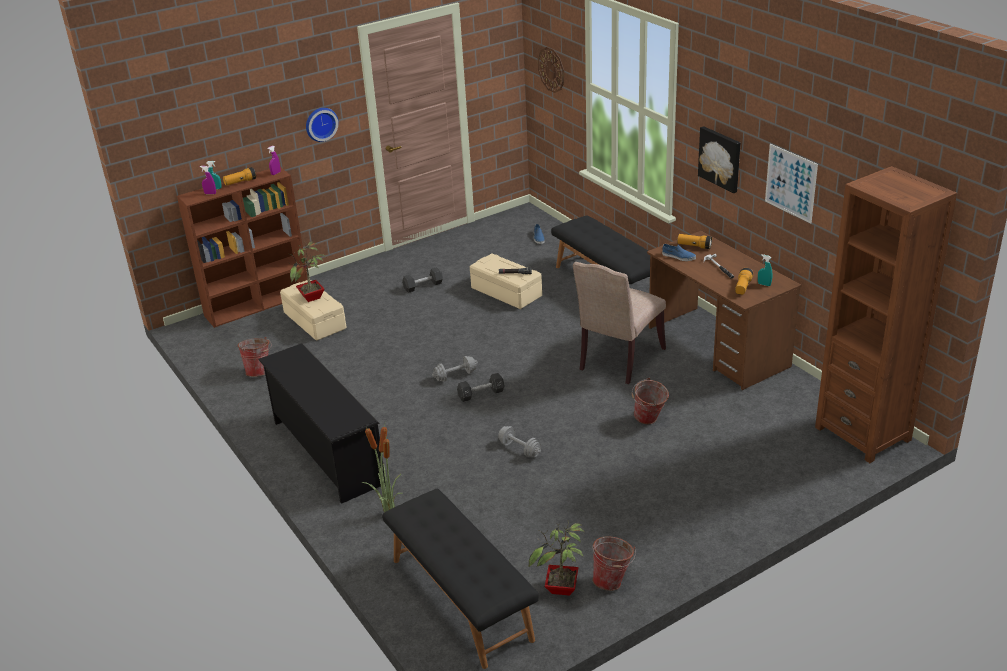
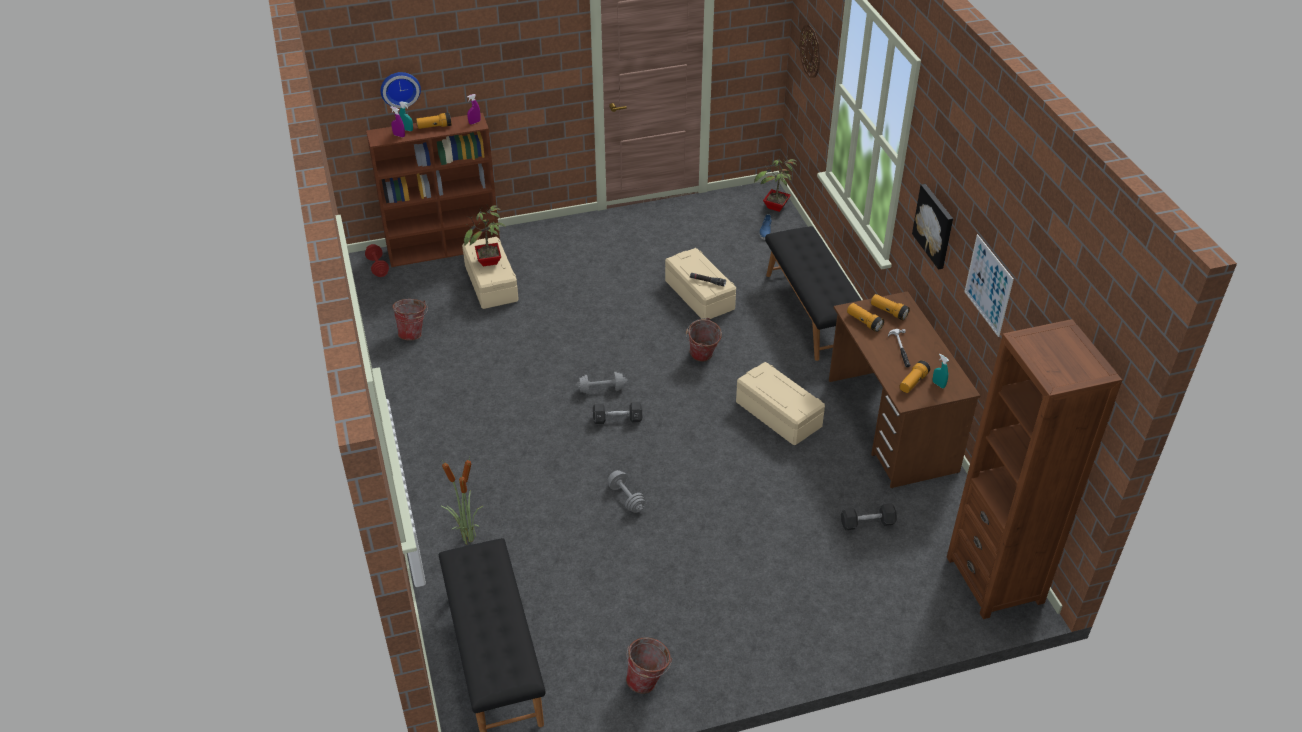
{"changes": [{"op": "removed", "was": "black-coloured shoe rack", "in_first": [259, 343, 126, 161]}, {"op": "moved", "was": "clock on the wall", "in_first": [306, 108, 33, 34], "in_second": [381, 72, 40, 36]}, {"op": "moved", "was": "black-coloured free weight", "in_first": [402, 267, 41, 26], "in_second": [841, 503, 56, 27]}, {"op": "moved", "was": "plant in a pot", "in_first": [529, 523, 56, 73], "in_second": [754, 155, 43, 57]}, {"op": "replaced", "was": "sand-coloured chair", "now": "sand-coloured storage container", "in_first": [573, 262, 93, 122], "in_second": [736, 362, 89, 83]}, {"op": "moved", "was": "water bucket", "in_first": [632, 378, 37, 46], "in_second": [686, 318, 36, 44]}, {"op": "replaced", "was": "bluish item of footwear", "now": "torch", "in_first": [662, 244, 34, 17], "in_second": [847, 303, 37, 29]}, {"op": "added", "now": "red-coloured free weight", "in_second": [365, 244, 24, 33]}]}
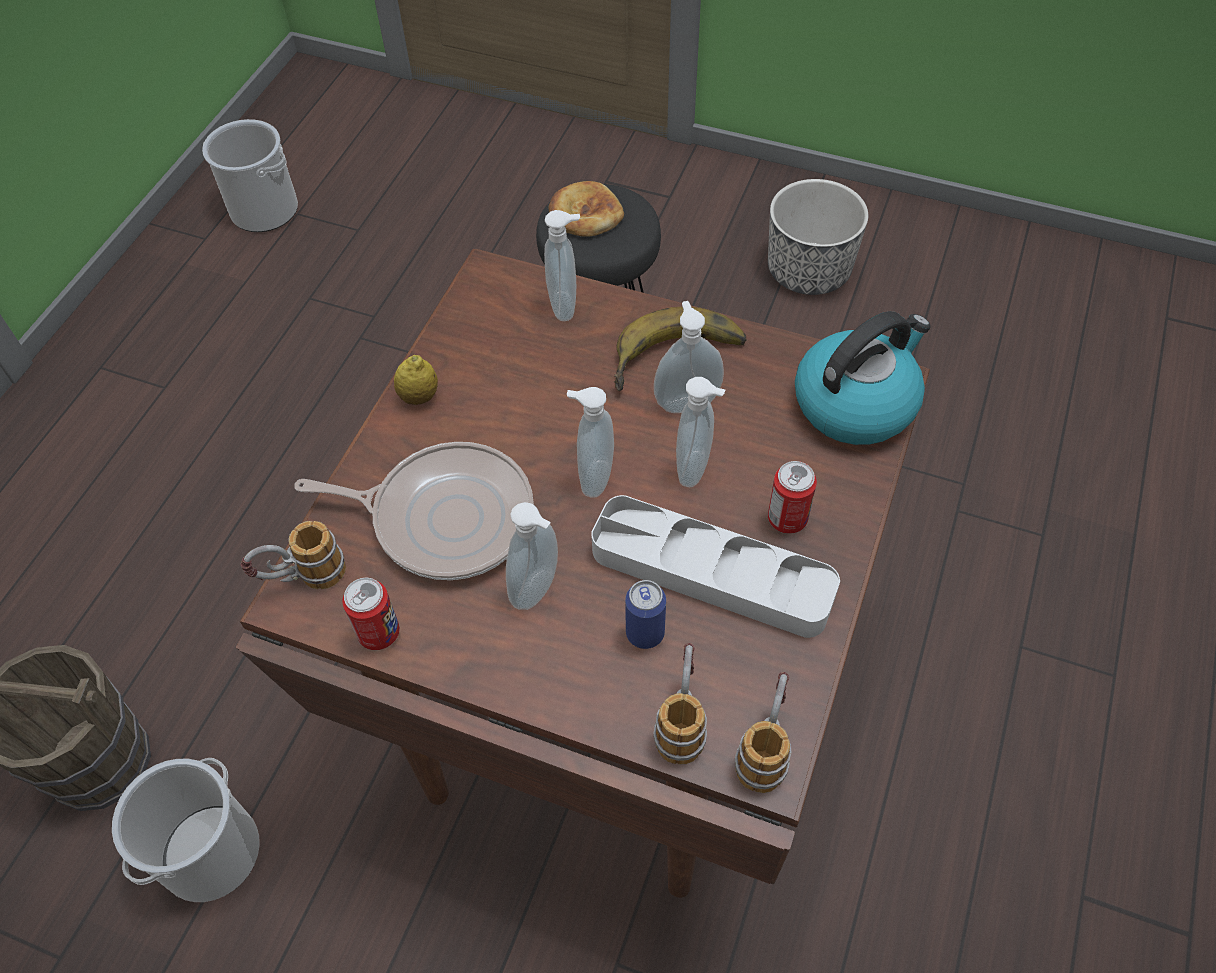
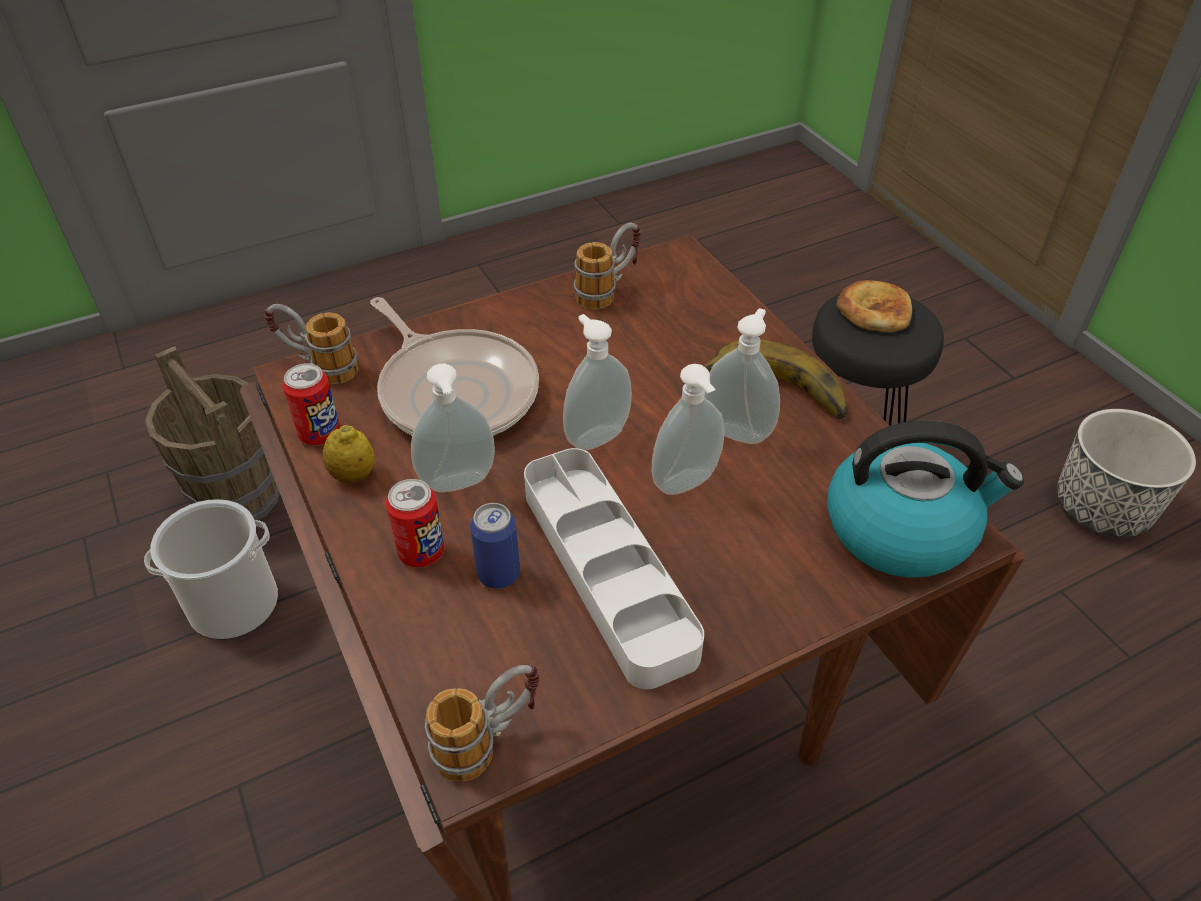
{"changes": [{"op": "removed", "was": "water bucket", "in_first": [202, 119, 96, 113]}, {"op": "moved", "was": "whole lemon", "in_first": [394, 355, 44, 50], "in_second": [323, 425, 51, 58]}, {"op": "removed", "was": "liquid soap bottle", "in_first": [544, 210, 36, 111]}, {"op": "moved", "was": "coffee mug", "in_first": [653, 643, 54, 121], "in_second": [574, 223, 67, 86]}, {"op": "moved", "was": "sealed can", "in_first": [768, 461, 49, 73], "in_second": [386, 479, 59, 88]}]}
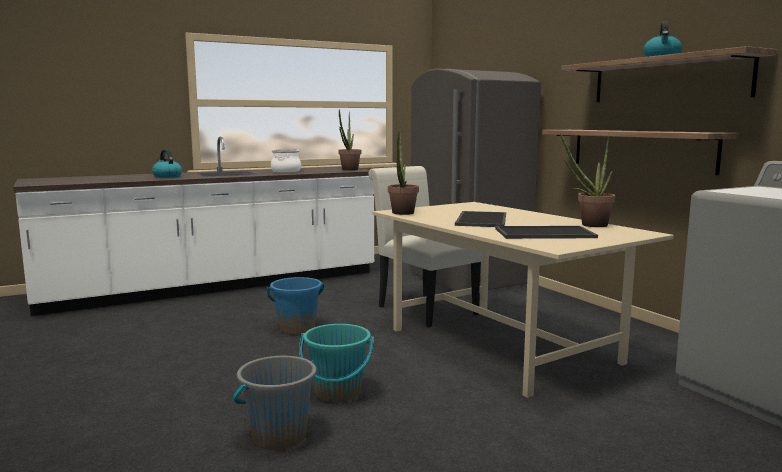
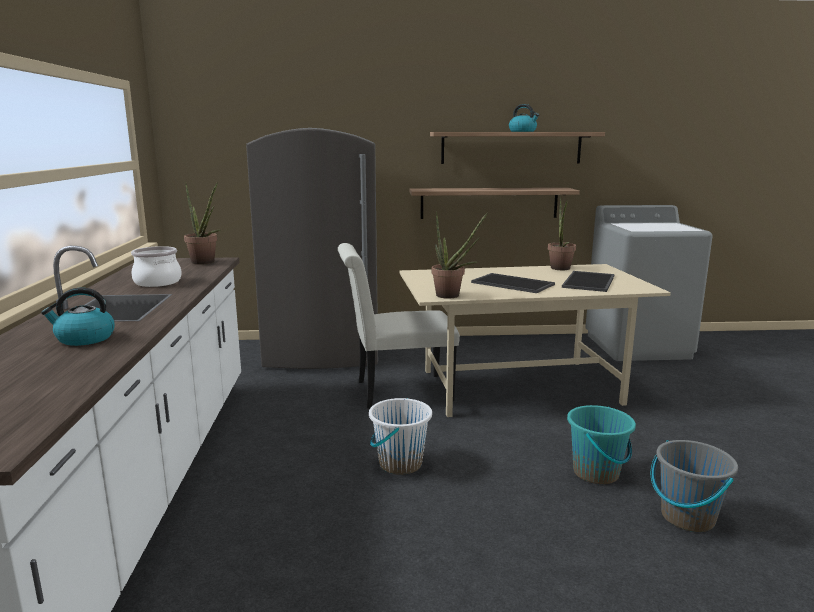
{"changes": [{"op": "recoloured", "was": "bluish water bucket", "now": "whitish water bucket", "in_first": [267, 277, 58, 58], "in_second": [369, 398, 63, 77]}]}
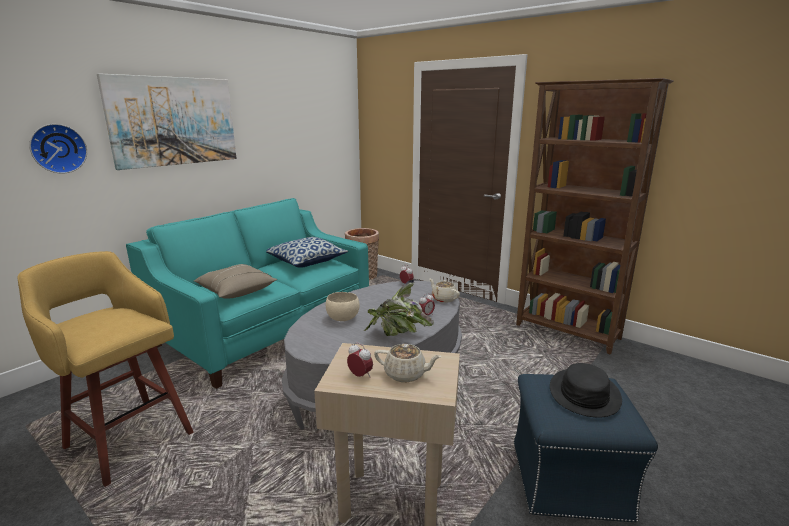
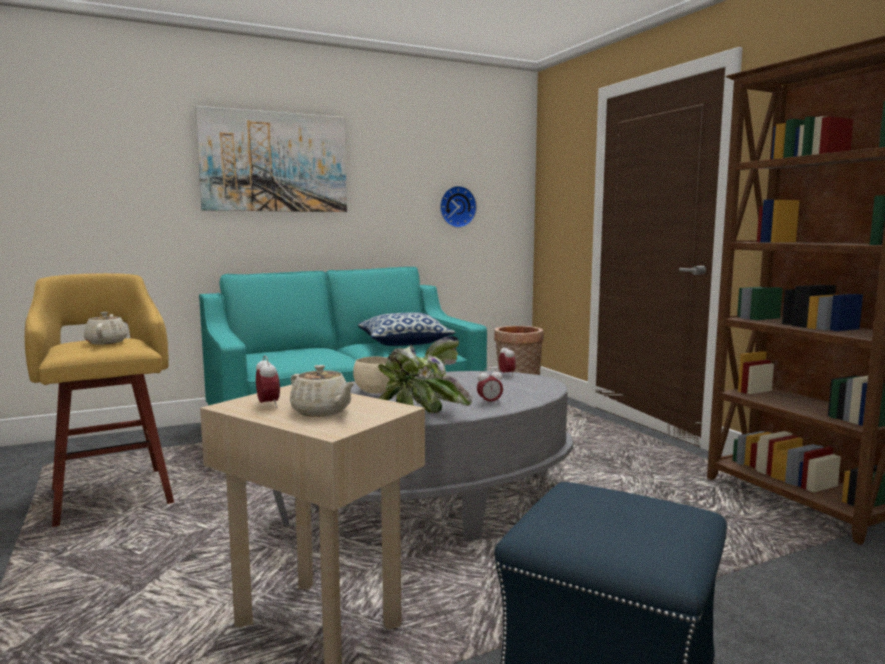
{"changes": [{"op": "moved", "was": "clock on the wall", "in_first": [29, 124, 58, 50], "in_second": [440, 186, 37, 42]}, {"op": "removed", "was": "sand-coloured throw pillow", "in_first": [194, 264, 83, 35]}, {"op": "moved", "was": "sand-coloured pot for tea", "in_first": [429, 279, 31, 24], "in_second": [84, 312, 44, 32]}, {"op": "removed", "was": "black-coloured wearable hat", "in_first": [550, 363, 72, 55]}]}
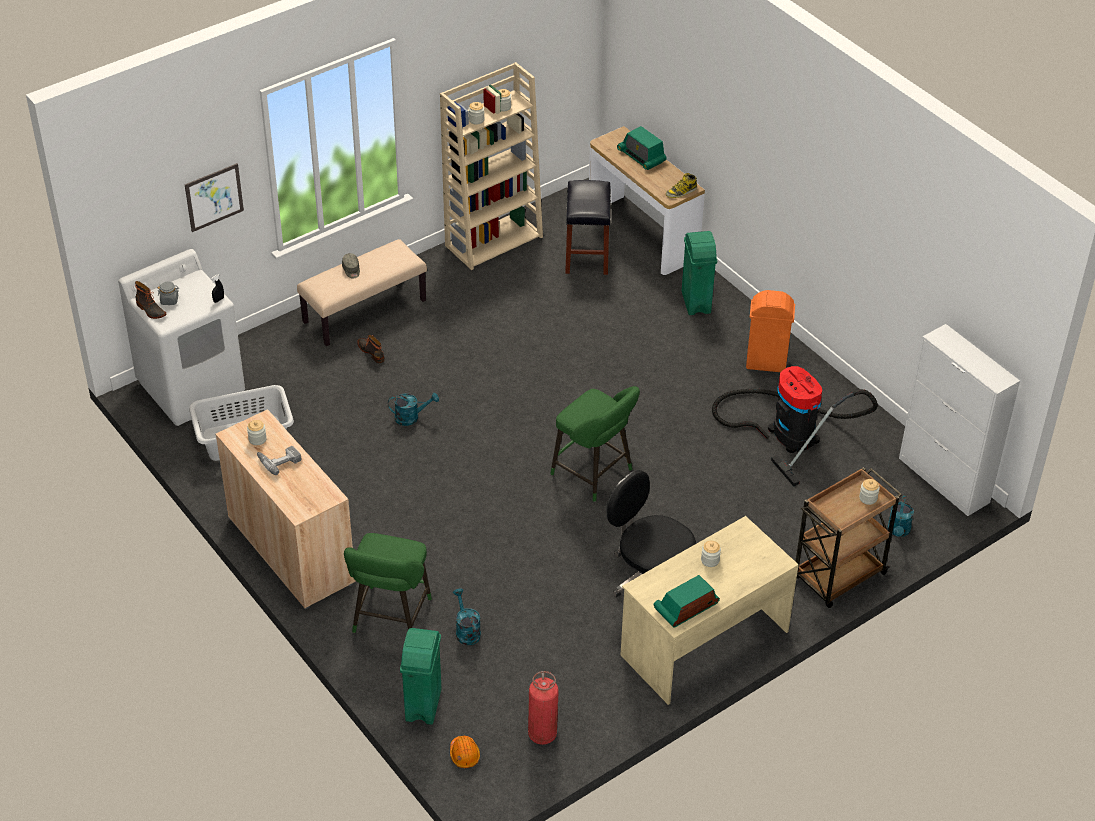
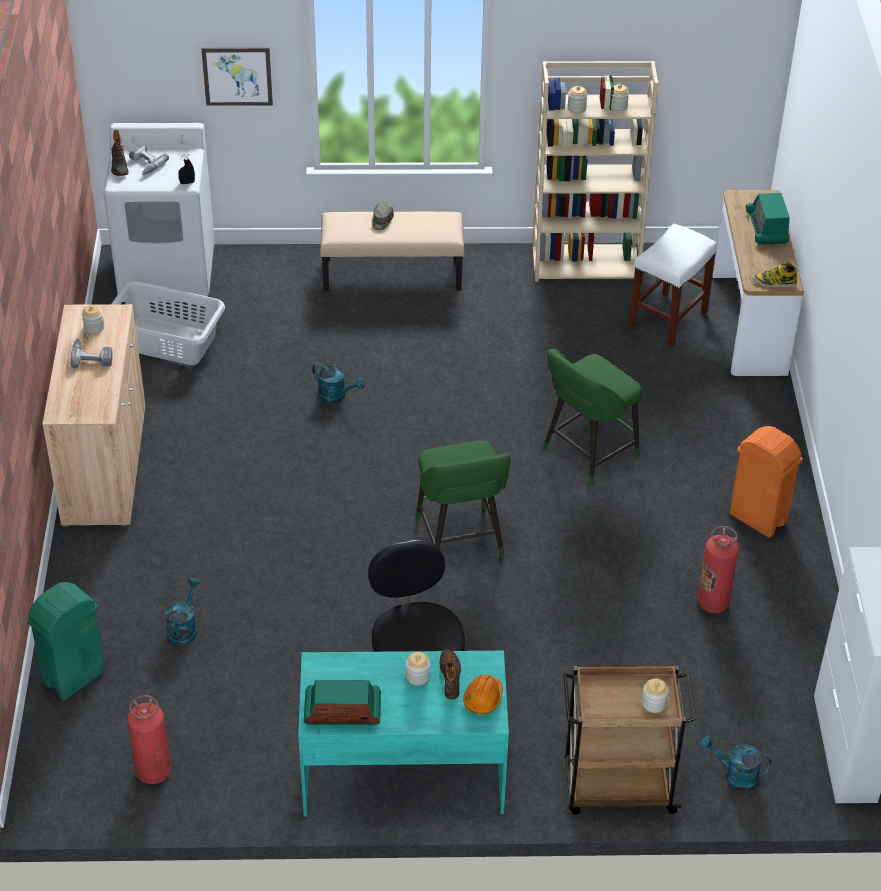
{"changes": [{"op": "replaced", "was": "greyish preserve jar", "now": "drill", "in_first": [157, 282, 22, 23], "in_second": [129, 143, 40, 32]}, {"op": "moved", "was": "green-coloured sitting stool", "in_first": [344, 533, 88, 100], "in_second": [543, 348, 99, 139]}, {"op": "moved", "was": "high-top boot", "in_first": [357, 335, 27, 28], "in_second": [440, 650, 21, 49]}, {"op": "moved", "was": "orange hard hat", "in_first": [450, 736, 30, 32], "in_second": [463, 674, 40, 41]}, {"op": "recoloured", "was": "black-coloured sitting stool", "now": "whitish sitting stool", "in_first": [565, 180, 46, 95], "in_second": [628, 224, 90, 124]}, {"op": "recoloured", "was": "sand-coloured desk table", "now": "turquoise desk table", "in_first": [621, 516, 178, 189], "in_second": [298, 651, 211, 165]}, {"op": "removed", "was": "green-coloured waste bin", "in_first": [682, 231, 35, 84]}, {"op": "replaced", "was": "vacuum cleaner", "now": "fire-fighting cylinder", "in_first": [712, 366, 166, 120], "in_second": [697, 526, 42, 87]}, {"op": "turned", "was": "turquoise sprinkling can", "in_first": [888, 495, 26, 42], "in_second": [700, 736, 72, 54], "clockwise": 60}]}
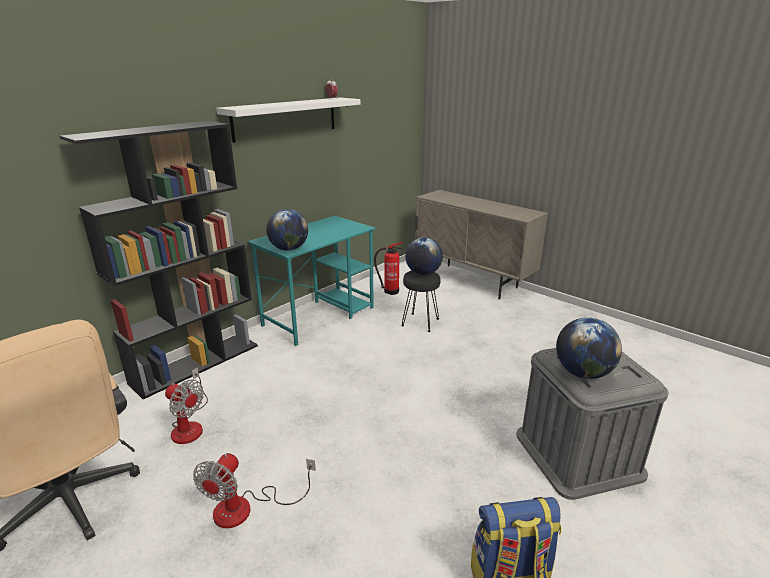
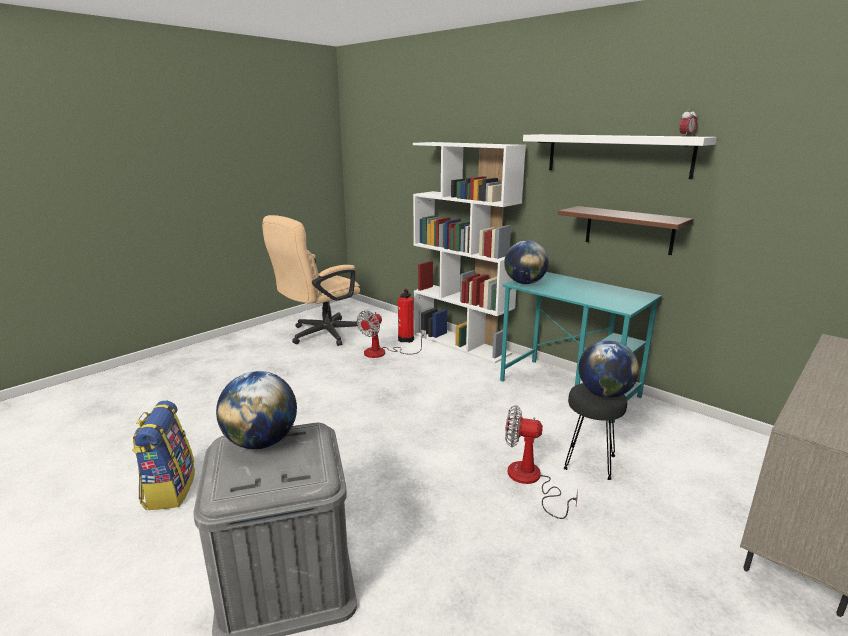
{"changes": [{"op": "recoloured", "was": "black-coloured bookshelf", "now": "whitish bookshelf", "in_first": [60, 121, 198, 278], "in_second": [413, 142, 113, 222]}, {"op": "moved", "was": "electric fan", "in_first": [193, 453, 123, 75], "in_second": [505, 405, 73, 114]}, {"op": "moved", "was": "fire-fighting cylinder", "in_first": [374, 242, 29, 53], "in_second": [398, 288, 16, 55]}, {"op": "added", "now": "brown-coloured bracket shelf", "in_second": [558, 206, 136, 49]}]}
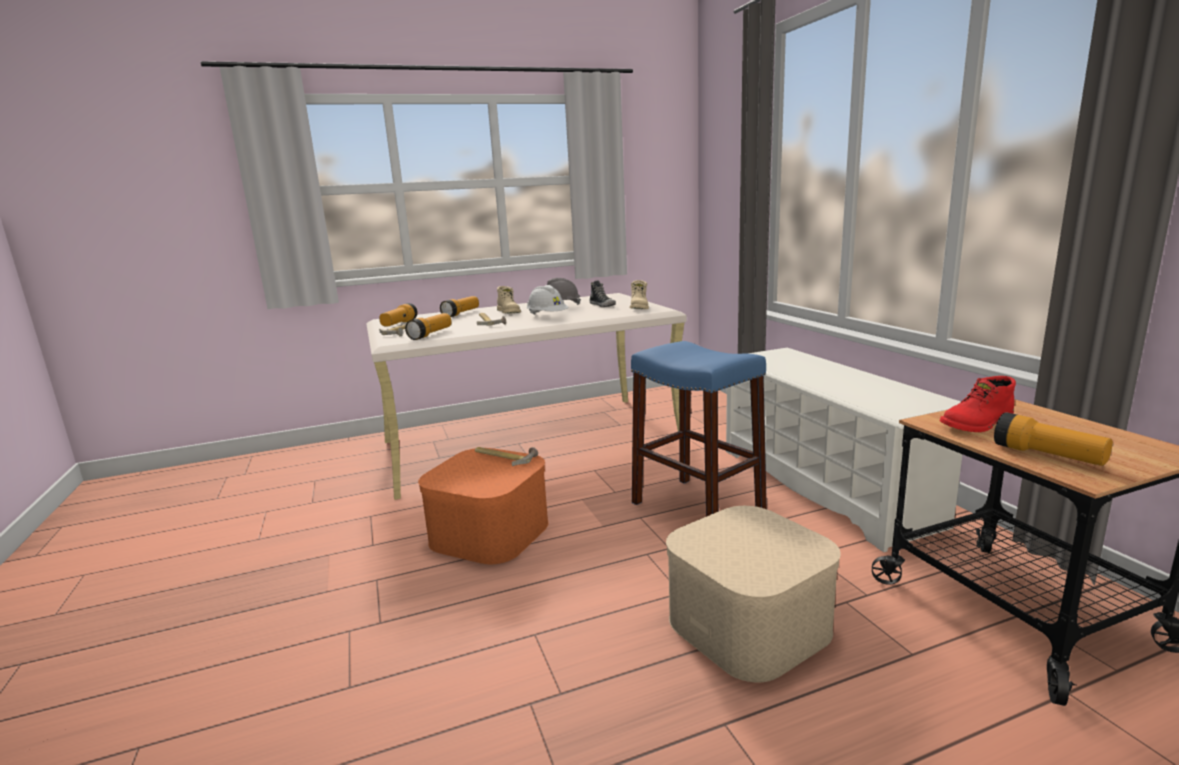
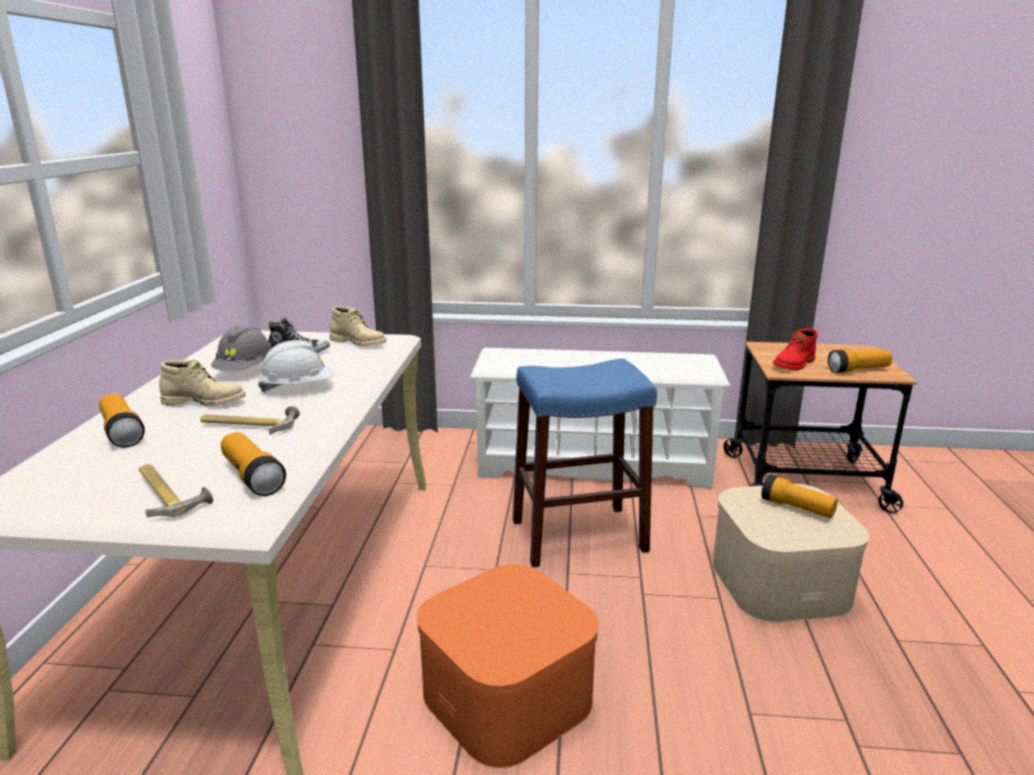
{"changes": [{"op": "moved", "was": "torch", "in_first": [379, 303, 39, 23], "in_second": [761, 474, 77, 44]}, {"op": "removed", "was": "hammer", "in_first": [475, 447, 63, 19]}, {"op": "turned", "was": "red-coloured high-top boot", "in_first": [940, 376, 76, 56], "in_second": [773, 328, 45, 42], "clockwise": 45}]}
